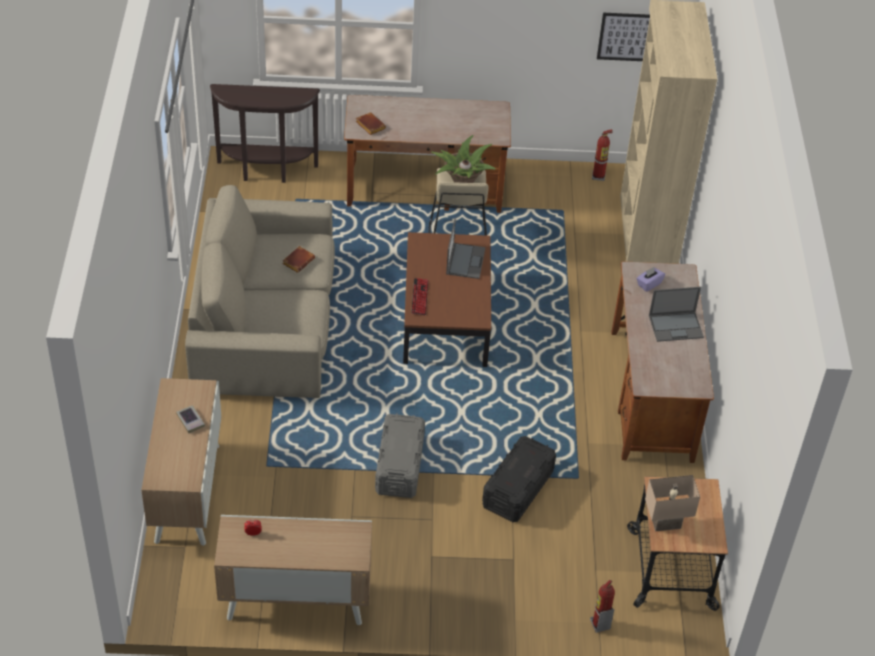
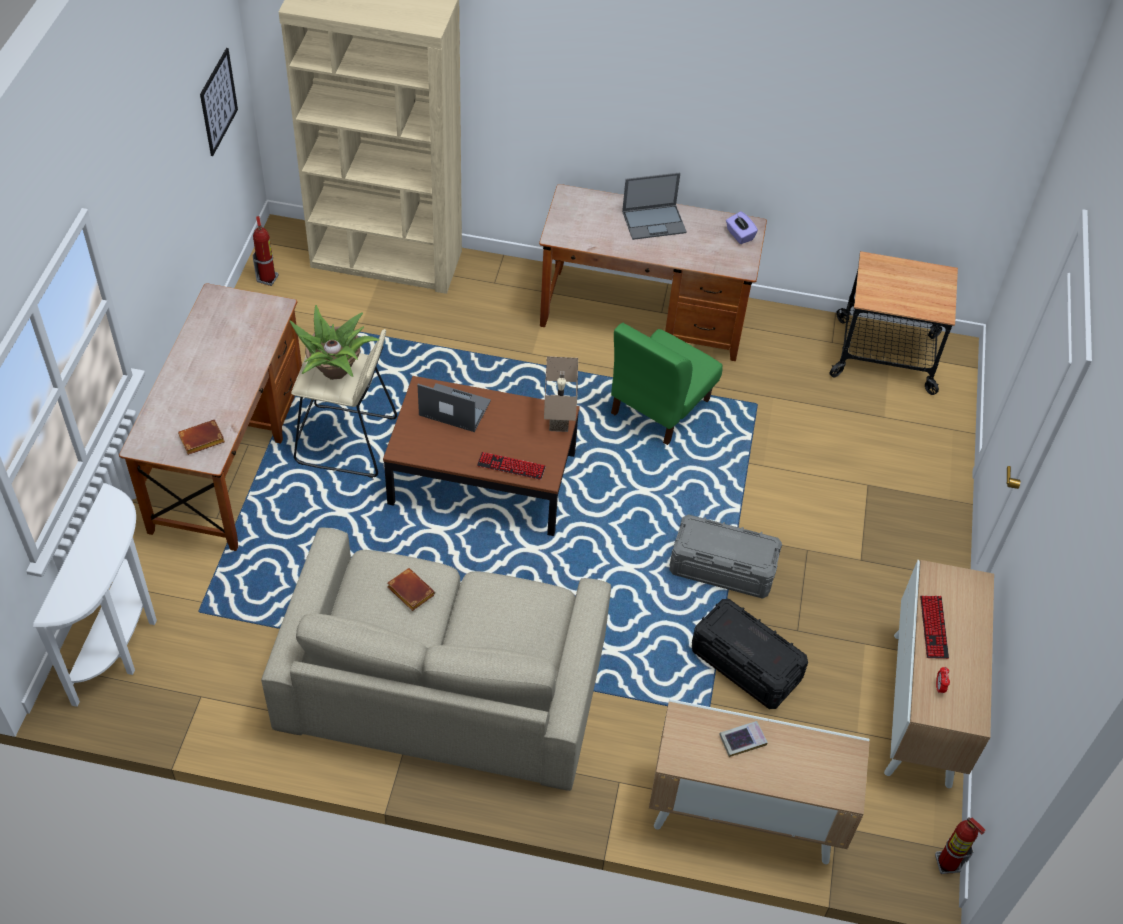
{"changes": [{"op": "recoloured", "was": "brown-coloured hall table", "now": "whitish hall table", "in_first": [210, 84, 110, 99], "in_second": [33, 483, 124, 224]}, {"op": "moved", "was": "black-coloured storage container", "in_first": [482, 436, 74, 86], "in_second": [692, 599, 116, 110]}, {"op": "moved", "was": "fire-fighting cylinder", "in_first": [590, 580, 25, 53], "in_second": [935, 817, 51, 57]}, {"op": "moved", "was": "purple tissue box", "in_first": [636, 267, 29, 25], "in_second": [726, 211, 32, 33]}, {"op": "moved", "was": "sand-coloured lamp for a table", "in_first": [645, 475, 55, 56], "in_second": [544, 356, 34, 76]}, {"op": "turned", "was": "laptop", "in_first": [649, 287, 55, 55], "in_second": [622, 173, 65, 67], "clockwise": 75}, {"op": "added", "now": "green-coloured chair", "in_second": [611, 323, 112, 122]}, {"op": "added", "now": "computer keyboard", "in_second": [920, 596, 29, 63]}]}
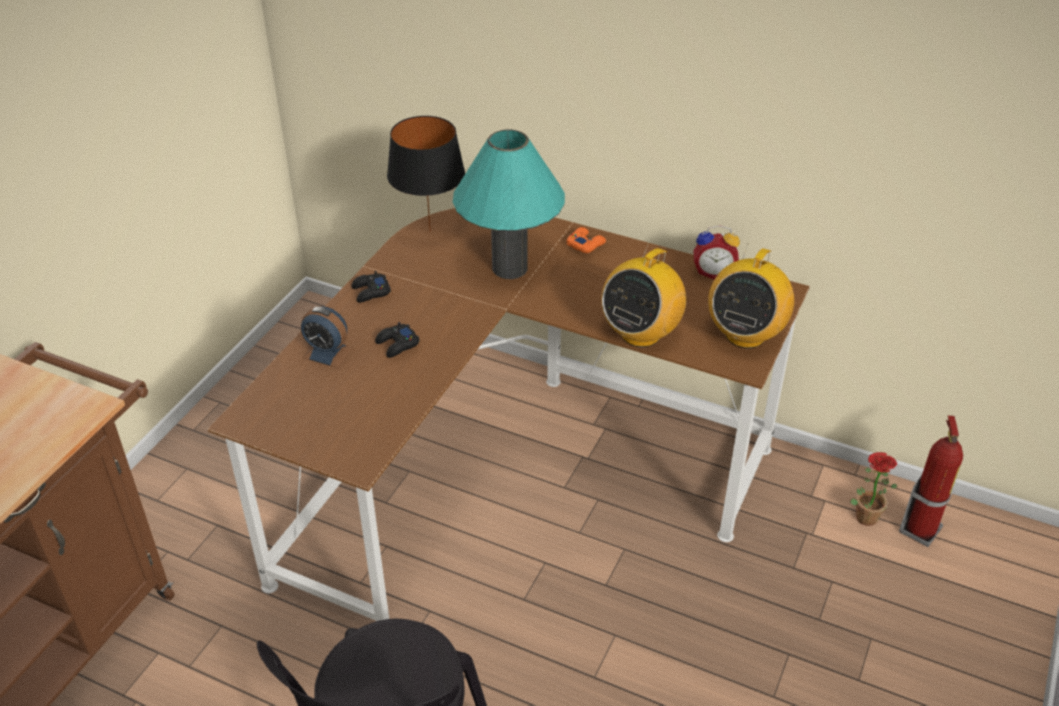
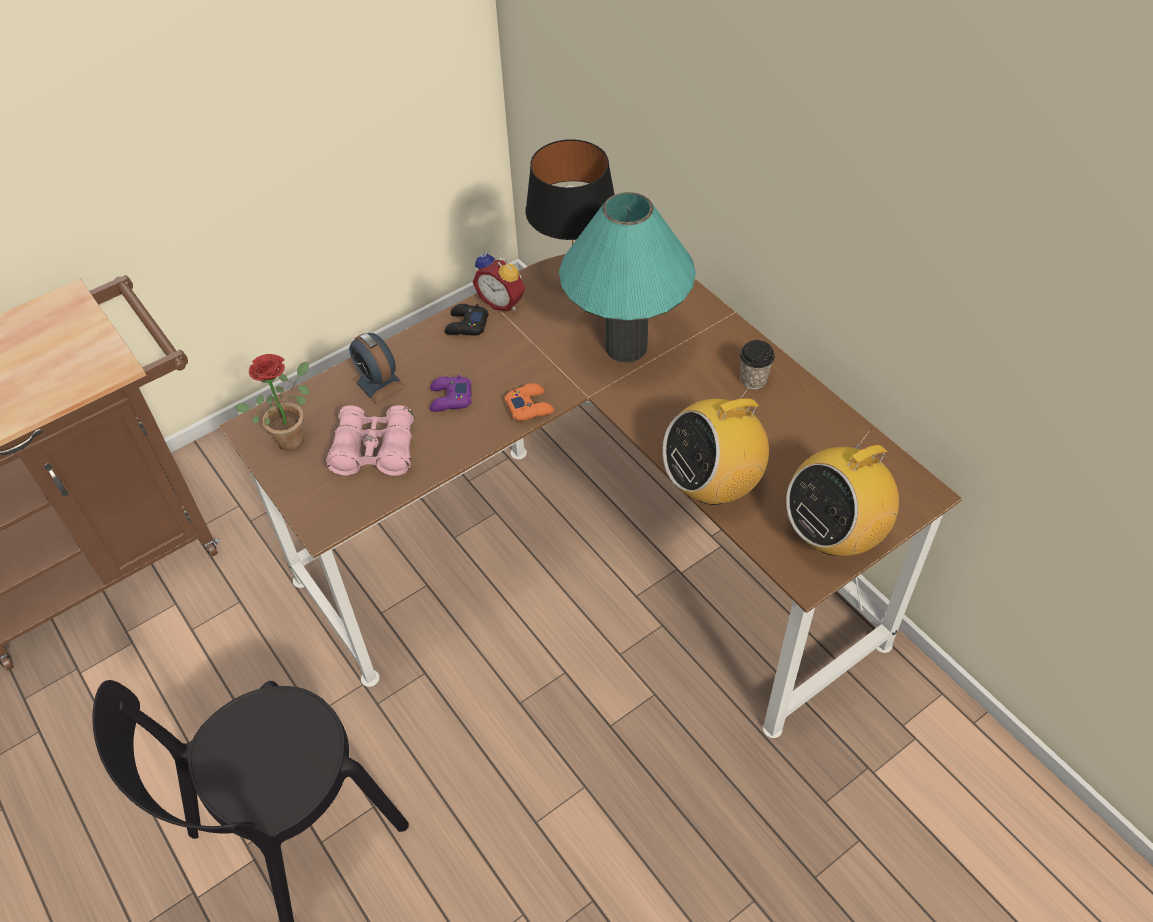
{"changes": [{"op": "recoloured", "was": "black-coloured gamepad", "now": "purple gamepad", "in_first": [375, 322, 45, 36], "in_second": [430, 375, 42, 37]}, {"op": "moved", "was": "orange gamepad", "in_first": [566, 227, 40, 26], "in_second": [504, 383, 50, 38]}, {"op": "moved", "was": "table clock", "in_first": [694, 225, 46, 55], "in_second": [473, 251, 52, 60]}, {"op": "moved", "was": "plant in a pot", "in_first": [850, 452, 48, 74], "in_second": [234, 354, 75, 97]}, {"op": "removed", "was": "fire-fighting cylinder", "in_first": [899, 415, 64, 132]}, {"op": "added", "now": "pink binoculars", "in_second": [326, 405, 89, 71]}, {"op": "added", "now": "drinking cup", "in_second": [740, 340, 35, 50]}]}
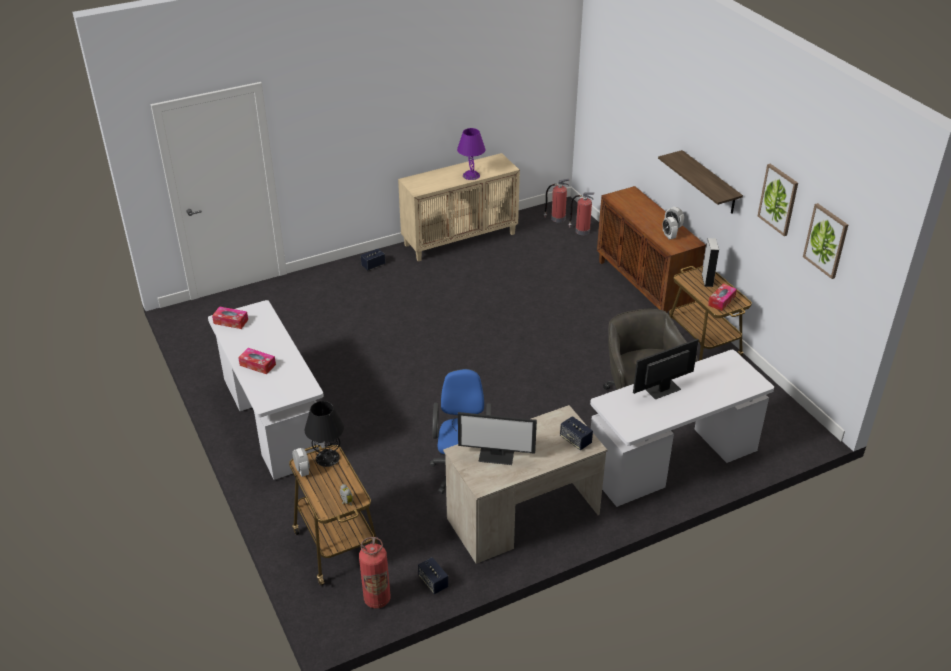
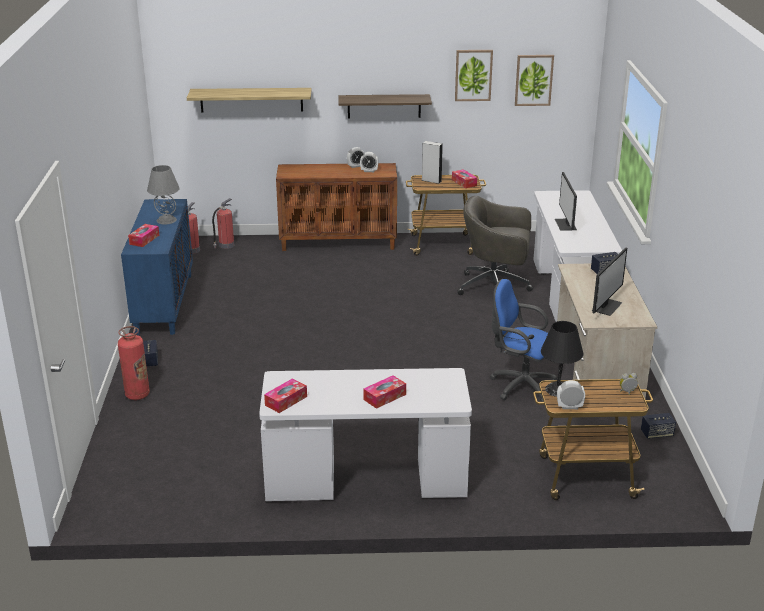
{"changes": [{"op": "moved", "was": "fire-fighting cylinder", "in_first": [359, 537, 32, 72], "in_second": [118, 326, 32, 74]}, {"op": "recoloured", "was": "sand-coloured cupboard", "now": "bluish cupboard", "in_first": [398, 153, 122, 109], "in_second": [121, 199, 72, 136]}, {"op": "recoloured", "was": "purple lamp for a table", "now": "greyish lamp for a table", "in_first": [457, 128, 28, 52], "in_second": [147, 165, 33, 59]}, {"op": "added", "now": "tissue box", "in_second": [128, 224, 31, 23]}, {"op": "added", "now": "bracket shelf", "in_second": [187, 88, 124, 24]}]}
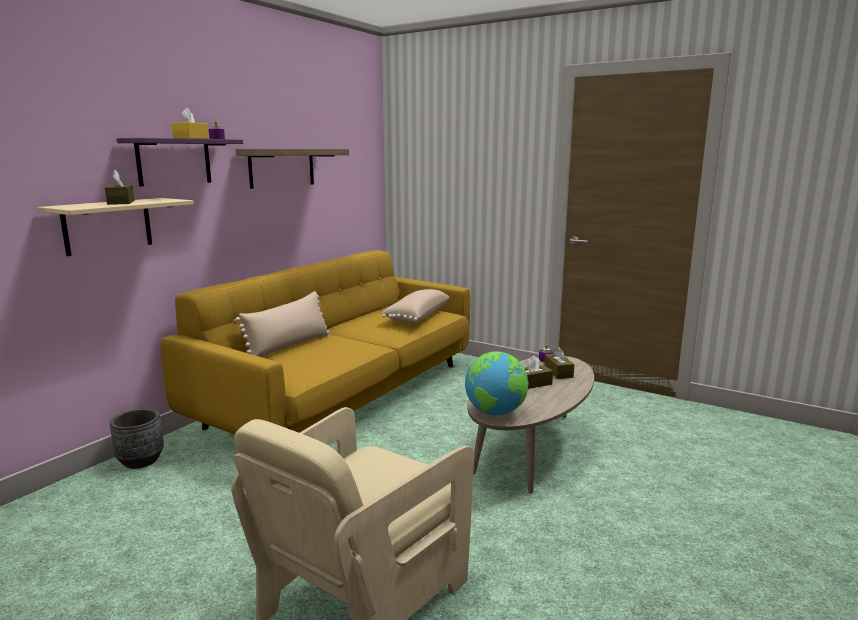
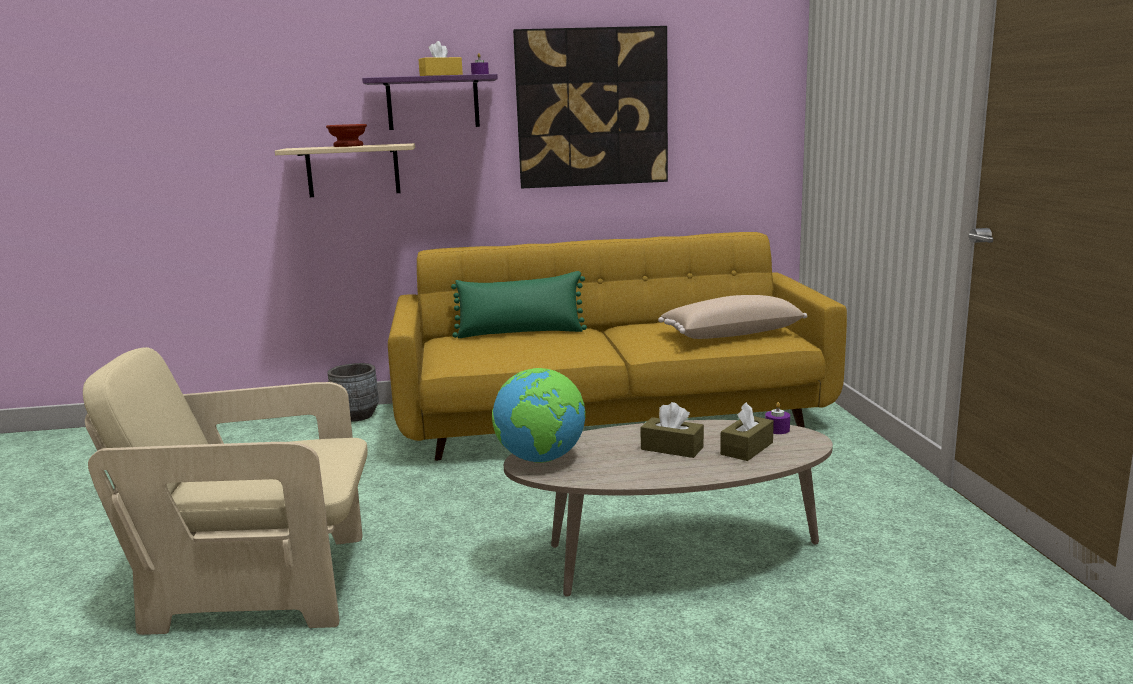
{"changes": [{"op": "replaced", "was": "brown-coloured tissue box", "now": "brown-coloured bowl", "in_first": [105, 170, 29, 35], "in_second": [326, 124, 41, 23]}, {"op": "recoloured", "was": "sand-coloured throw pillow", "now": "green-coloured throw pillow", "in_first": [235, 291, 94, 66], "in_second": [451, 271, 136, 67]}, {"op": "replaced", "was": "bracket shelf", "now": "wall art", "in_first": [236, 149, 113, 40], "in_second": [513, 26, 155, 162]}]}
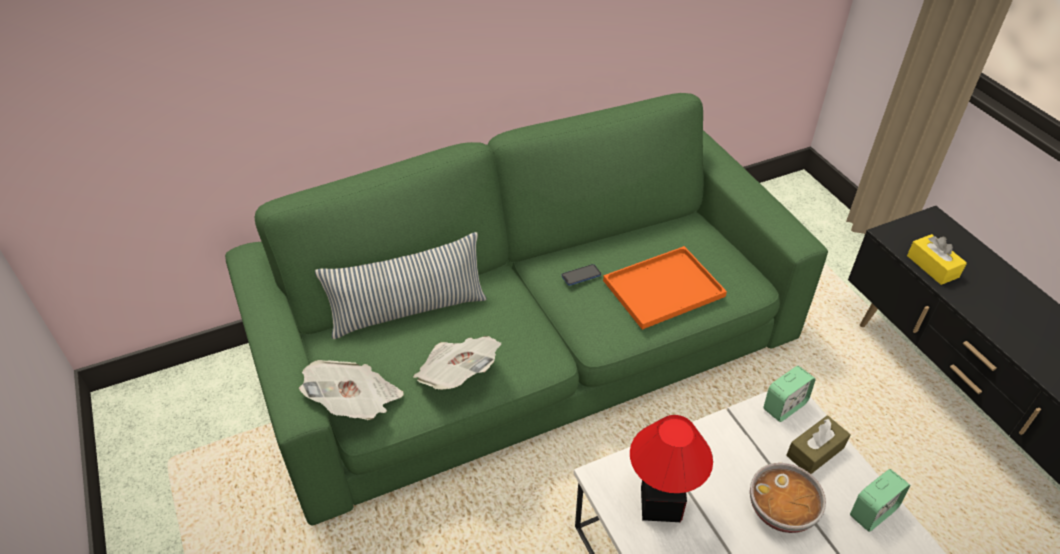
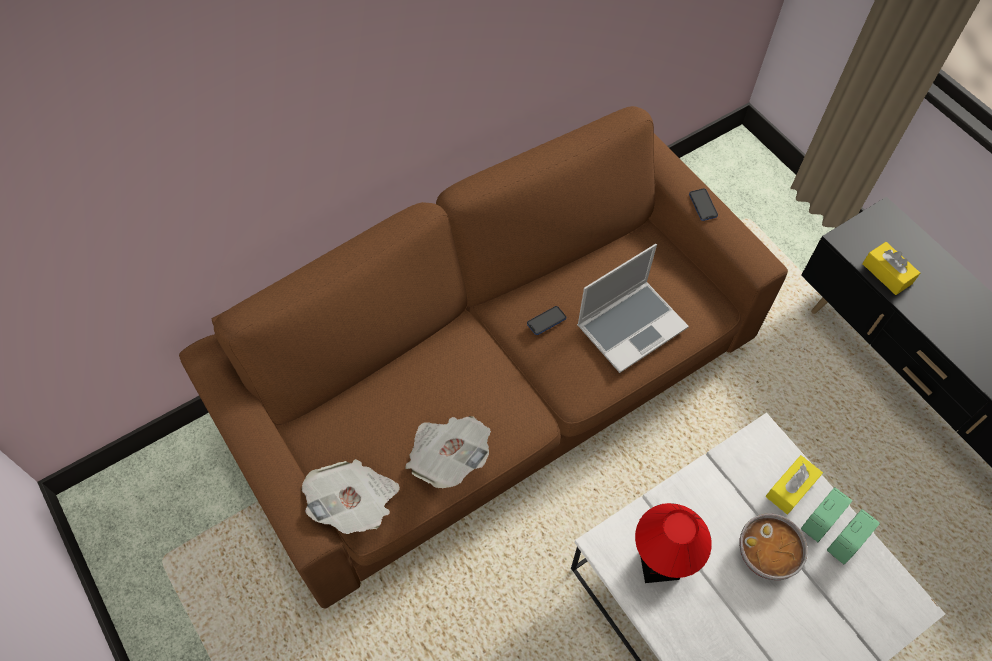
{"changes": [{"op": "recoloured", "was": "green-coloured settee", "now": "brown-coloured settee", "in_first": [225, 93, 603, 433], "in_second": [179, 106, 609, 503]}, {"op": "removed", "was": "throw pillow", "in_first": [315, 232, 172, 107]}, {"op": "replaced", "was": "orange tray", "now": "laptop", "in_first": [603, 246, 124, 83], "in_second": [577, 244, 112, 129]}, {"op": "moved", "was": "table clock", "in_first": [763, 366, 53, 56], "in_second": [801, 487, 51, 55]}, {"op": "recoloured", "was": "brown-coloured tissue box", "now": "yellow-coloured tissue box", "in_first": [786, 415, 65, 59], "in_second": [766, 455, 57, 59]}, {"op": "added", "now": "handset", "in_second": [689, 188, 29, 33]}]}
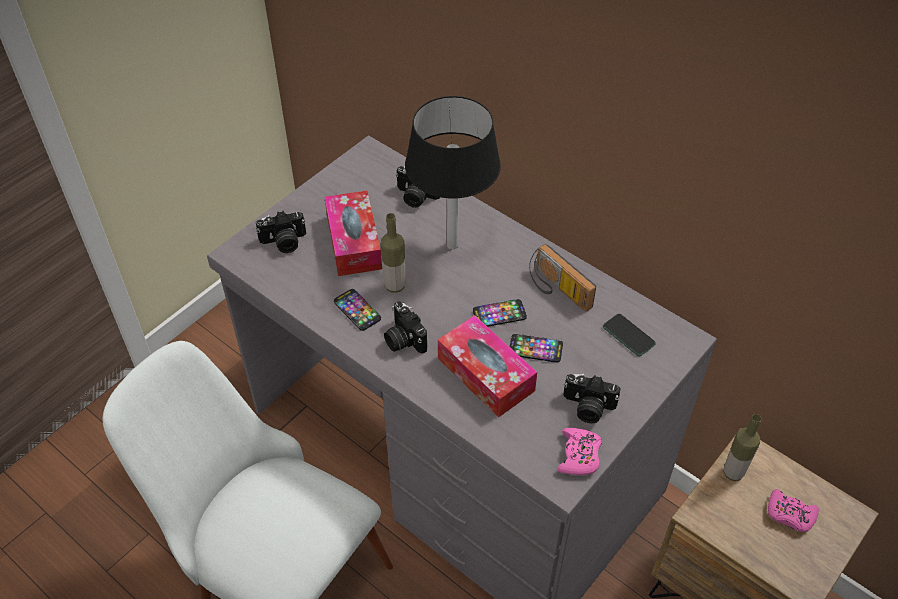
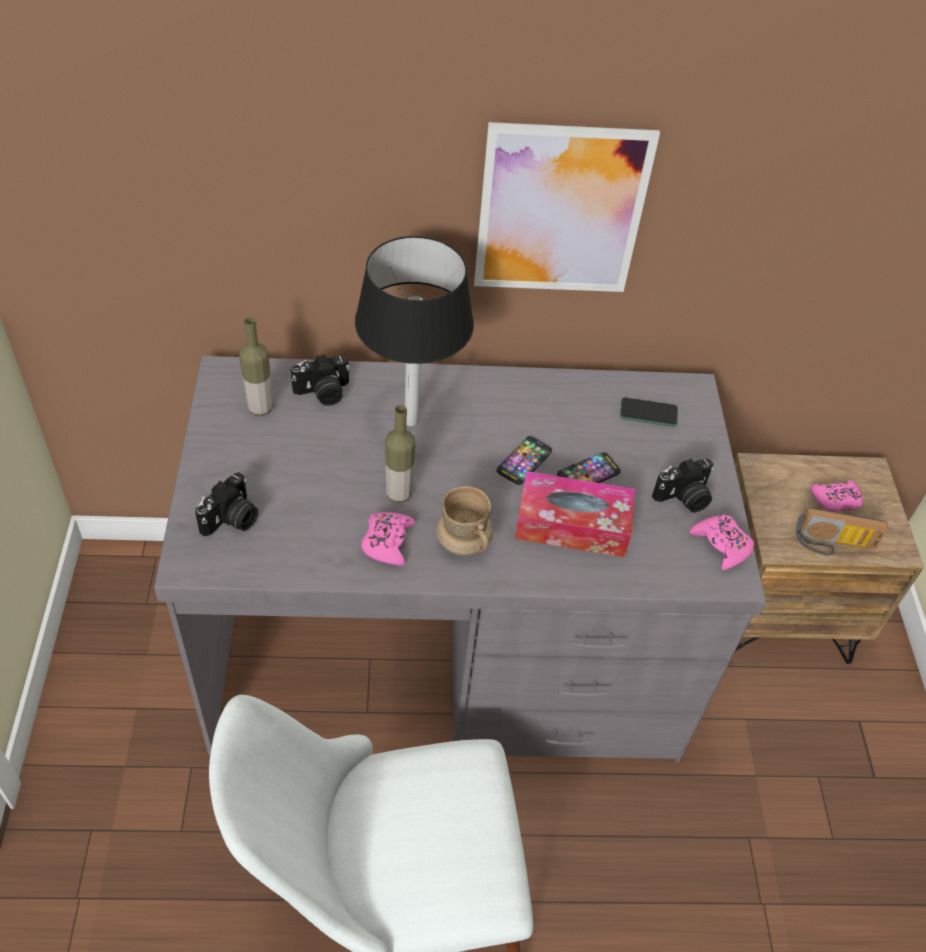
{"changes": [{"op": "removed", "was": "tissue box", "in_first": [325, 191, 57, 85]}, {"op": "replaced", "was": "handset", "now": "pink gamepad", "in_first": [334, 289, 47, 42], "in_second": [361, 512, 55, 54]}, {"op": "replaced", "was": "photo camera", "now": "sand-coloured coffee mug", "in_first": [384, 301, 43, 53], "in_second": [436, 486, 57, 69]}, {"op": "moved", "was": "radio receiver", "in_first": [529, 244, 67, 68], "in_second": [796, 507, 92, 48]}, {"op": "moved", "was": "drink bottle", "in_first": [724, 414, 38, 67], "in_second": [239, 317, 34, 99]}, {"op": "added", "now": "wall art", "in_second": [474, 122, 186, 170]}]}
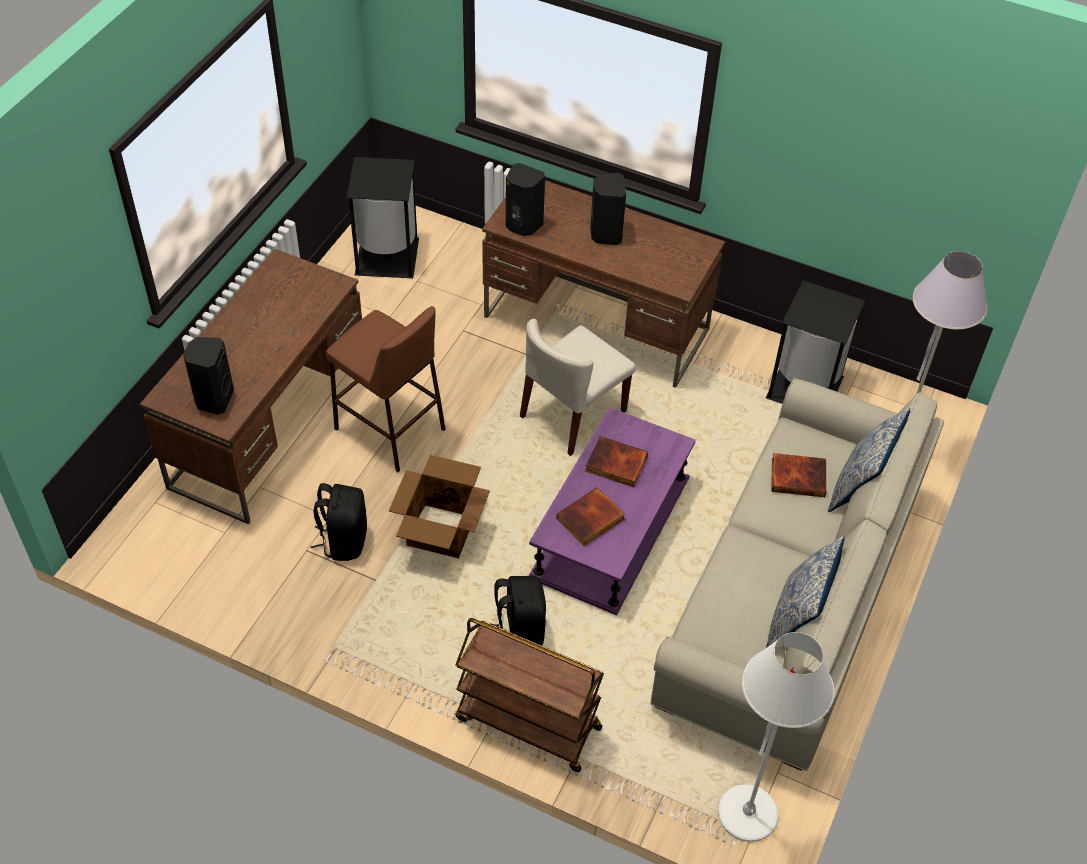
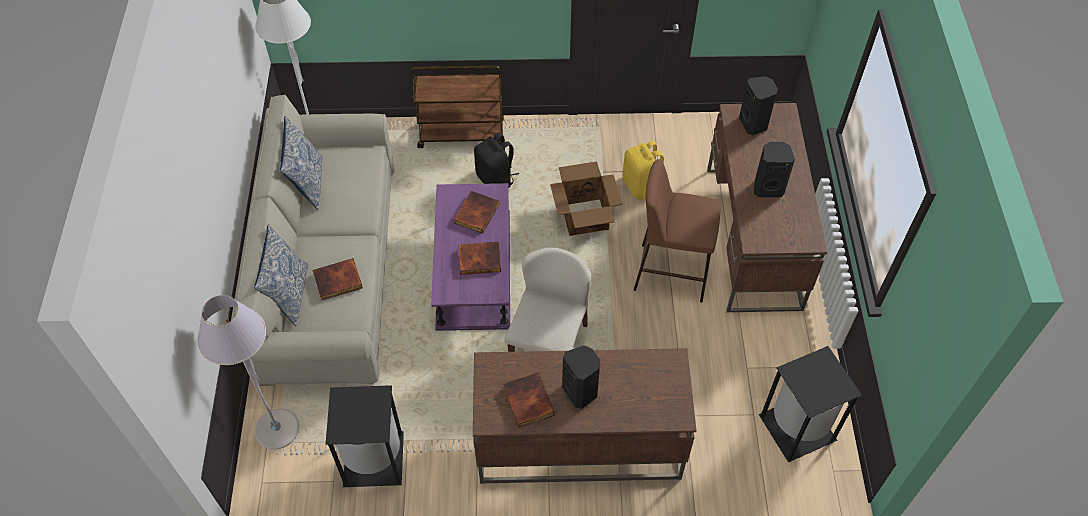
{"changes": [{"op": "recoloured", "was": "black-coloured rucksack", "now": "yellow-coloured rucksack", "in_first": [310, 483, 57, 78], "in_second": [623, 140, 41, 60]}, {"op": "moved", "was": "black-coloured speaker", "in_first": [506, 163, 39, 73], "in_second": [754, 142, 41, 55]}, {"op": "added", "now": "bound book", "in_second": [503, 373, 52, 55]}]}
